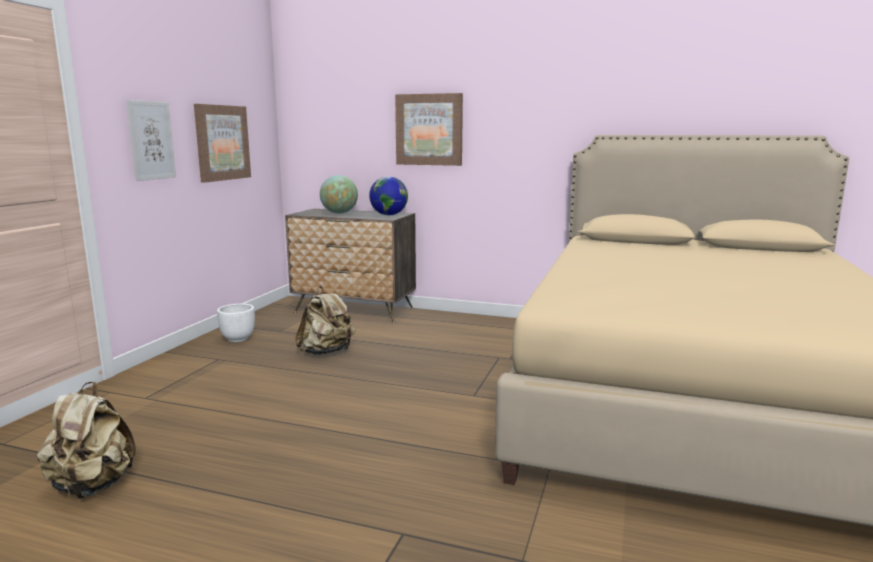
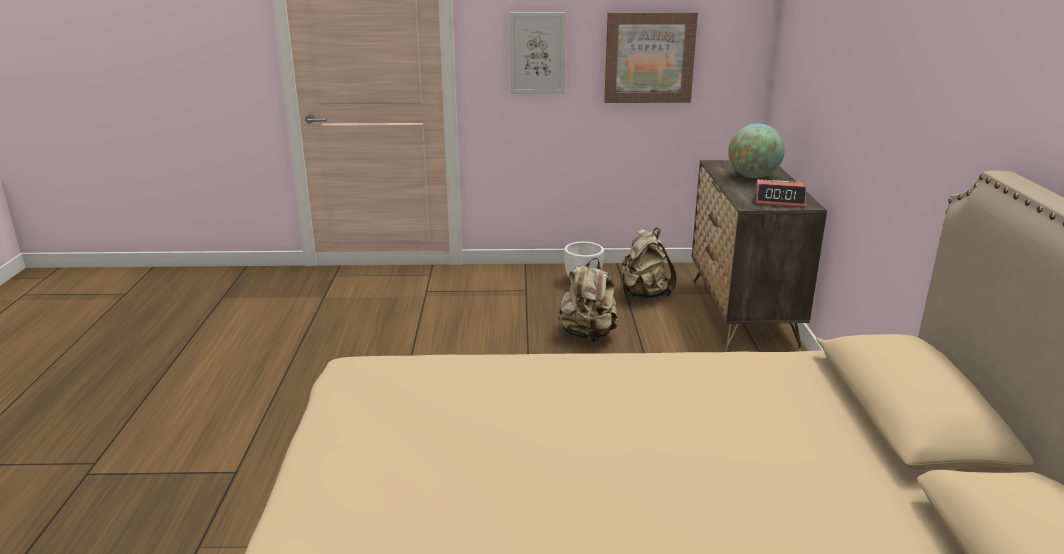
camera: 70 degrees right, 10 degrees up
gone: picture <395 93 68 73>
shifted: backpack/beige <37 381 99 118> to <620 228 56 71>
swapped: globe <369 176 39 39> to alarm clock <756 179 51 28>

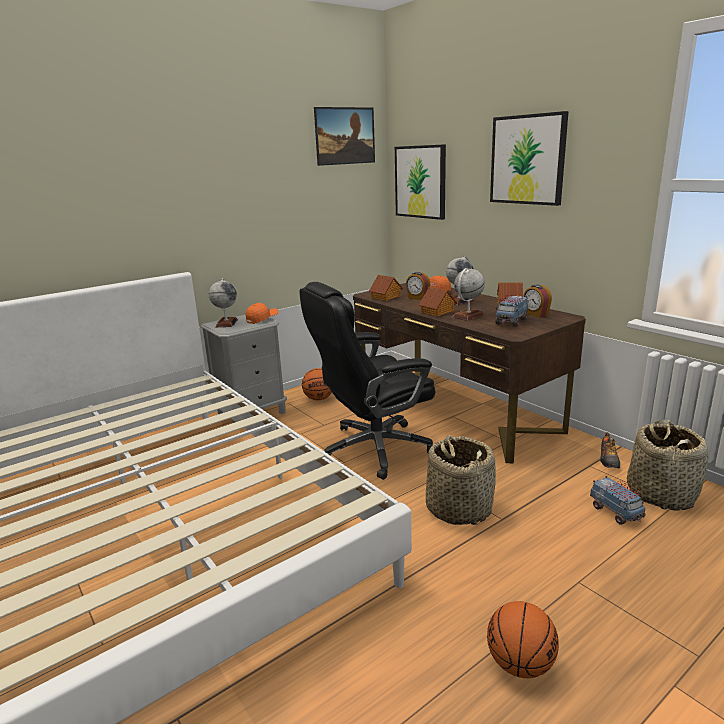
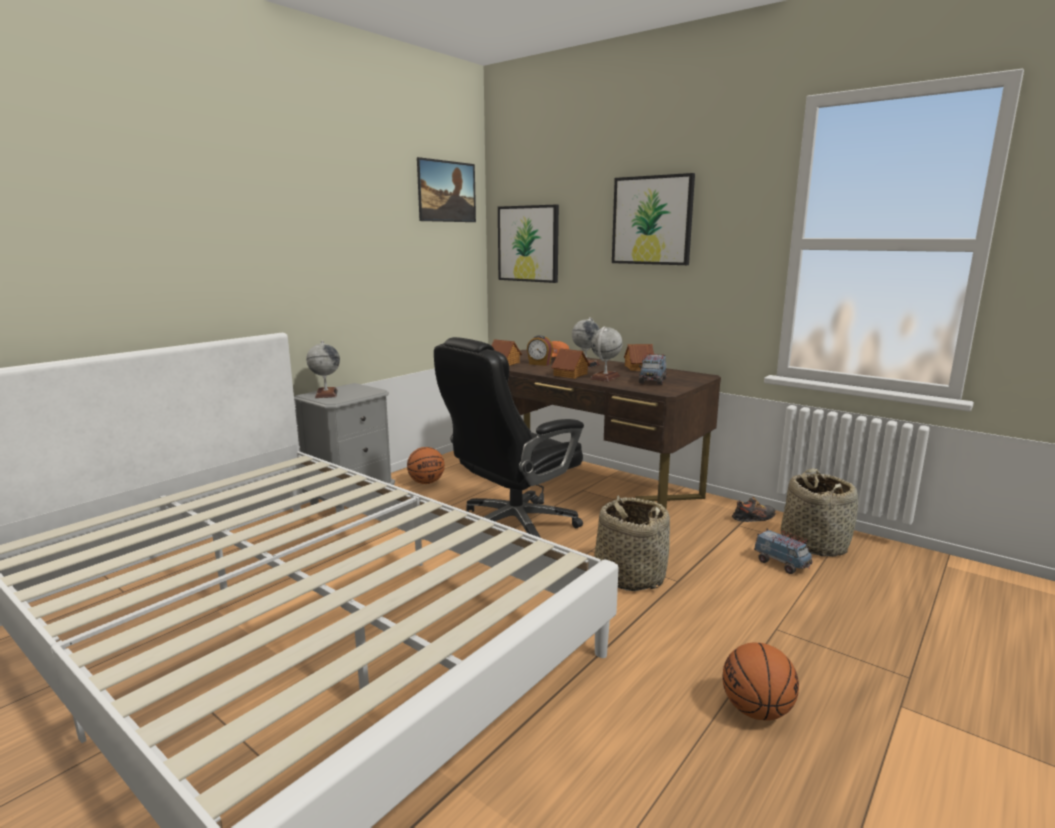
camera: 15 degrees left, 5 degrees down
gone: cap/orange <246 303 32 21>; alarm clock <523 285 29 33>
rotated: shoe <600 432 20 36> = <732 497 44 25> 105 degrees counterclockwise

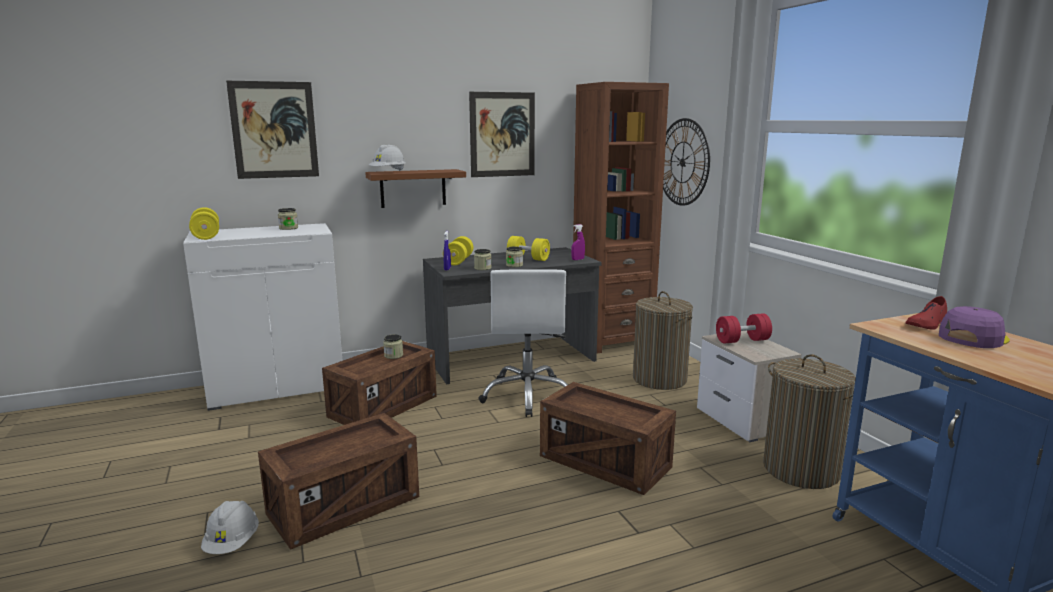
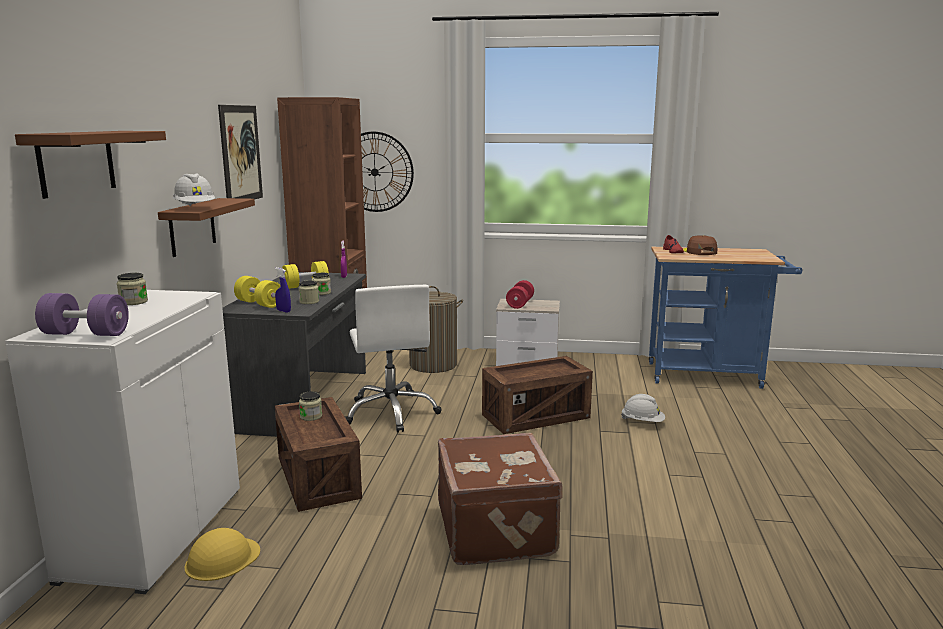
camera: 60 degrees left, 0 degrees up
gone: laundry basket <763 354 93 135>
new: hard hat/yellow <185 528 75 53>
shifted: hard hat/white <201 501 58 53> to <621 394 44 28>
swapped: picture <226 81 93 98> to shelf/brown <15 131 151 68>; crate <258 413 161 137> to suitcase/brown <438 433 125 132>
repainted: dumbbell/yellow <189 207 30 33> to dumbbell/purple <35 293 94 43>; cap/purple <939 306 71 42> to cap/brown <683 235 35 20>
rotated: office chair/white <478 269 90 148> = <345 285 97 148> 45 degrees clockwise

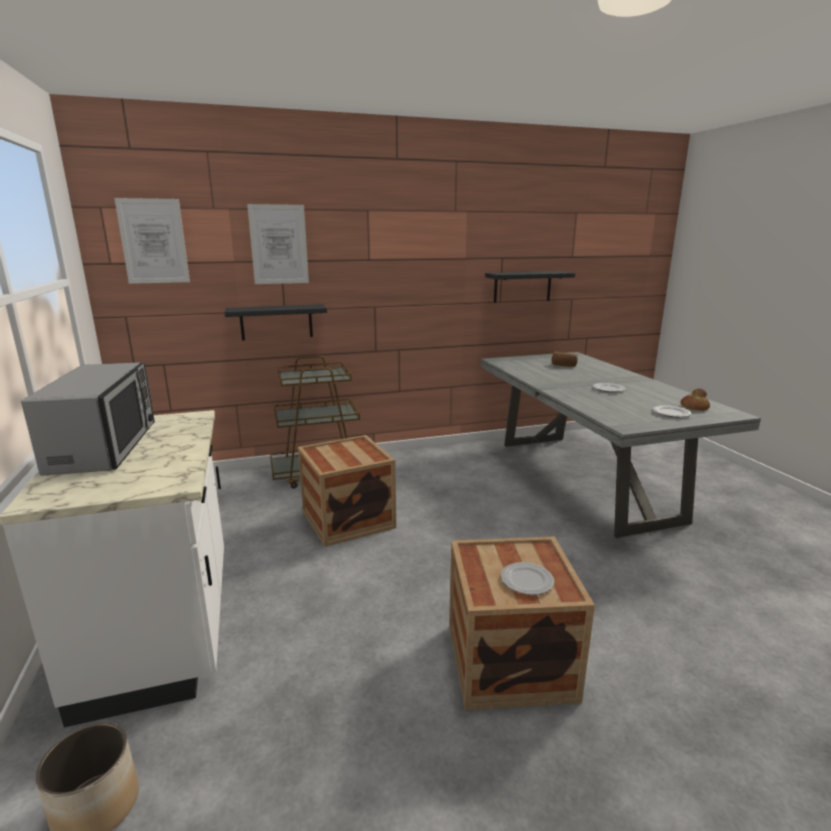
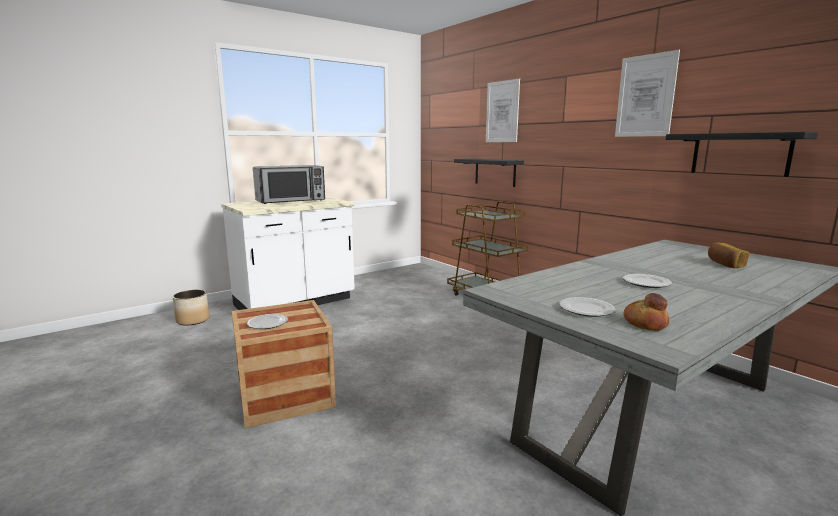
camera: 70 degrees right, 5 degrees down
gone: crate <298 435 98 112>
shifted: picture <114 198 76 86> to <615 50 65 87>

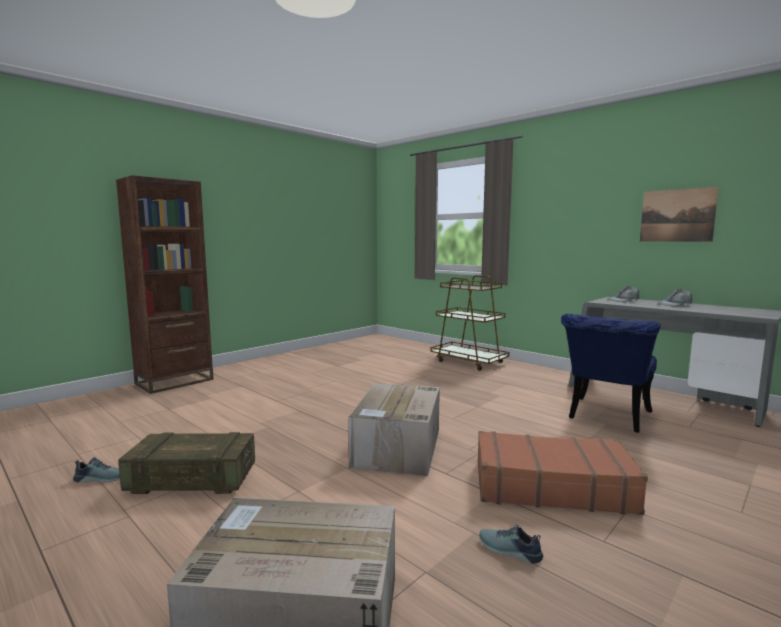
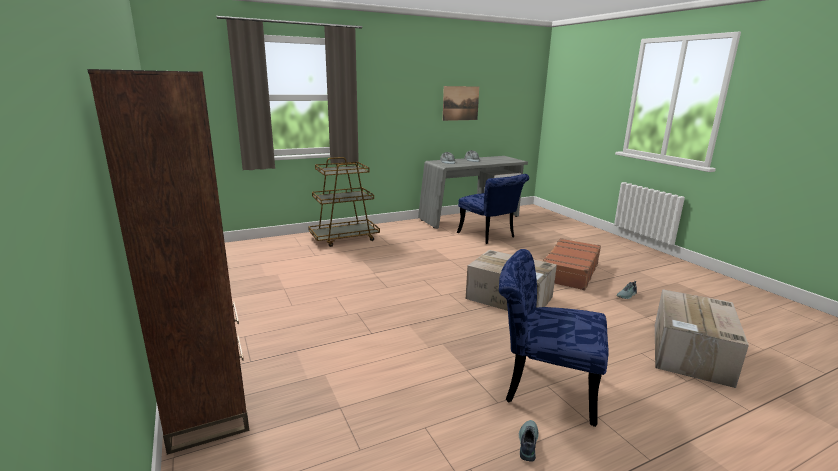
camera: 70 degrees left, 10 degrees up
swapped: crate <118 432 137 62> to chair/blue <499 249 109 178>

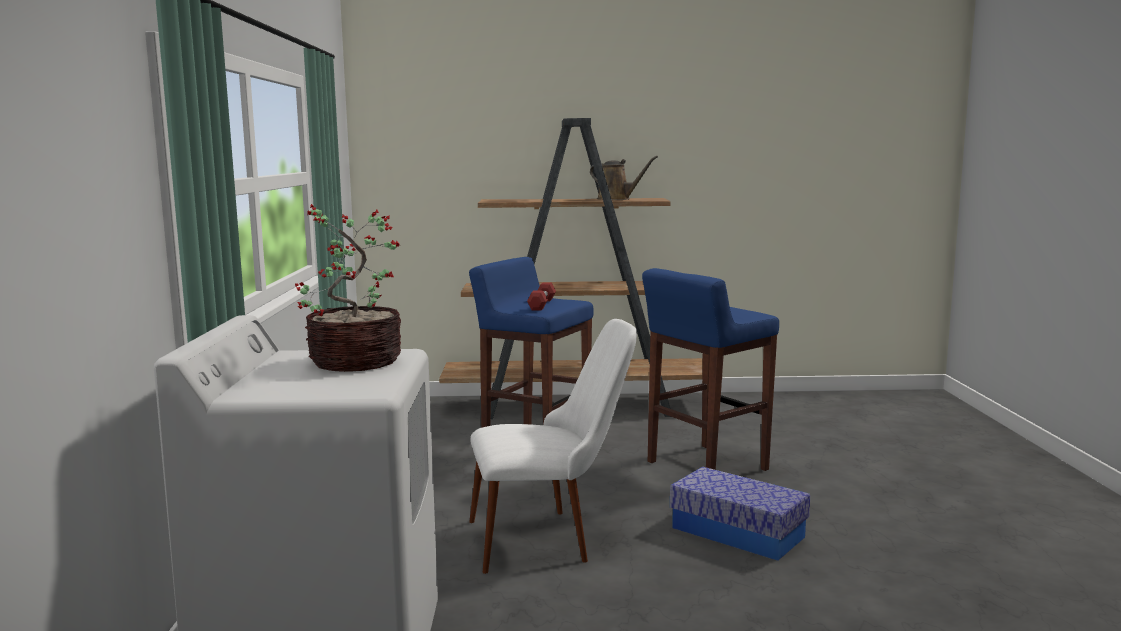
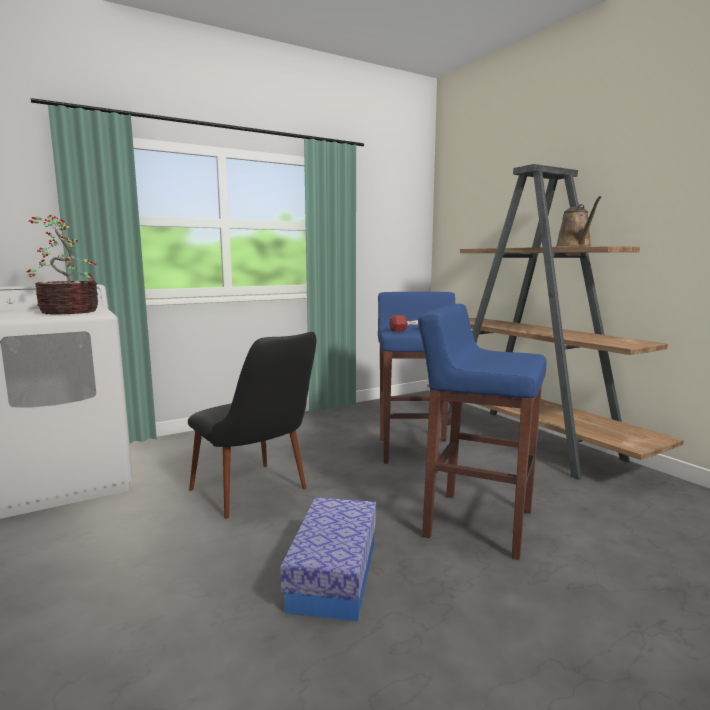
camera: 60 degrees right, 0 degrees up
repainted: chair/white <469 319 168 255> to chair/black <188 332 128 187>

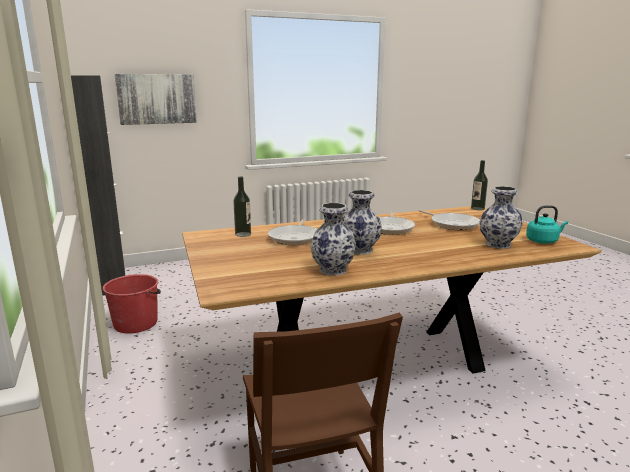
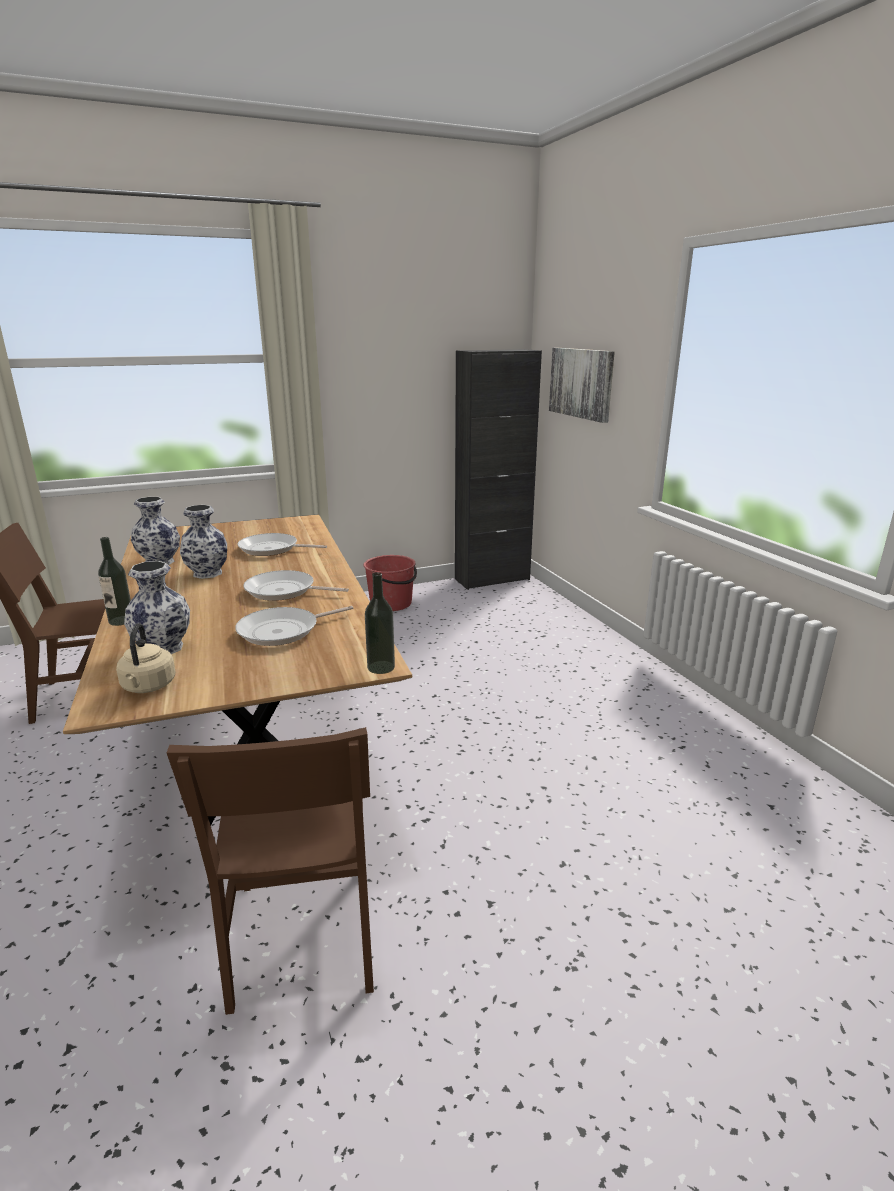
camera: 90 degrees right, 5 degrees up
new: chair/brown <167 727 207 288>
shifted: bottle <233 177 18 60> to <98 537 33 89>
repainted: kettle/turquoise <526 205 42 39> to kettle/beige <116 623 59 70>

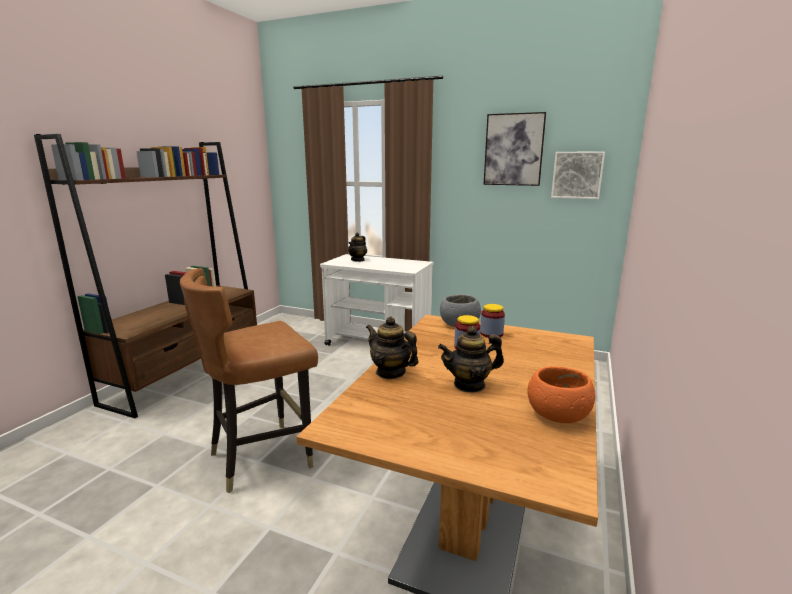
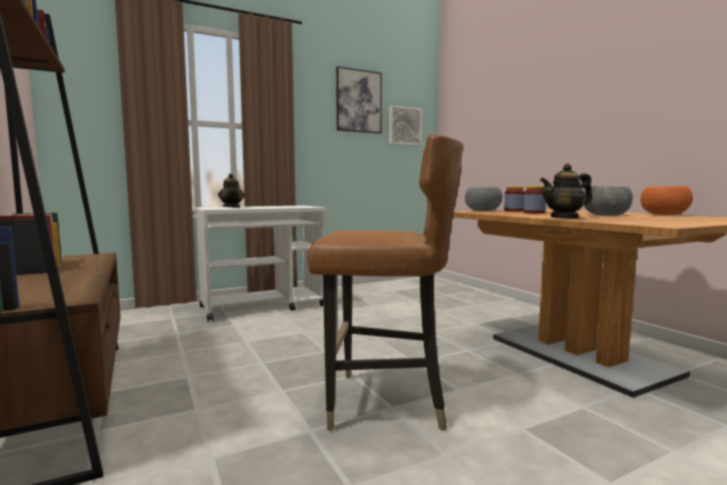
camera: 50 degrees left, 10 degrees down
swapped: teapot <438 326 66 67> to bowl/grey <584 186 49 30>
rotated: chair/brown <180 268 138 225> = <308 134 155 297> 90 degrees counterclockwise

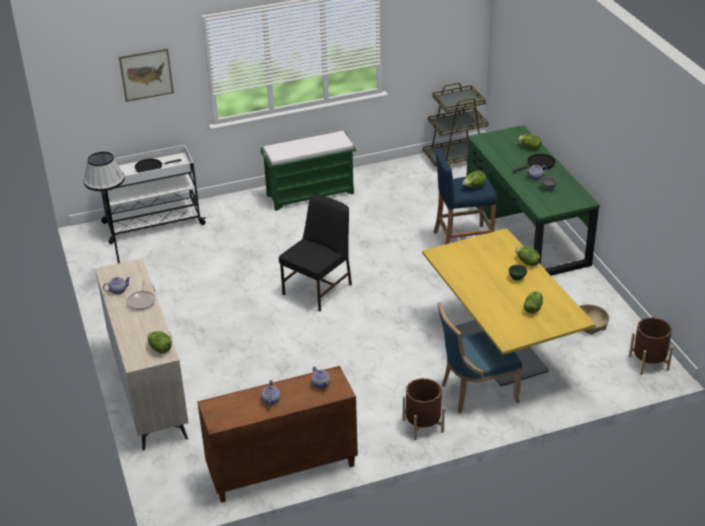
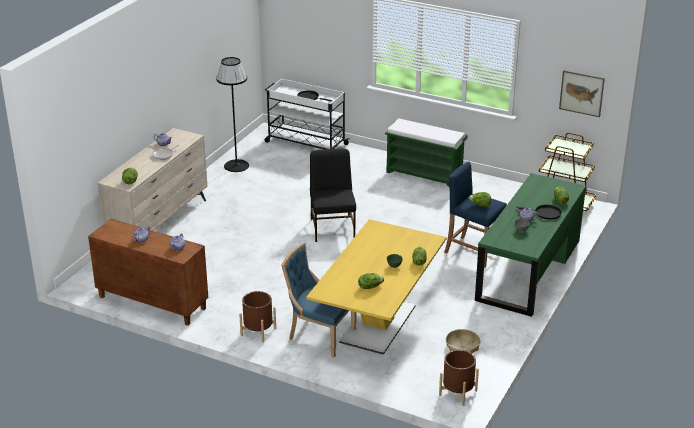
camera: 45 degrees right, 5 degrees down
shifted: picture <119 49 55 53> to <559 70 46 47>
rotated: chair/black <279 194 73 117> = <310 148 46 94> 90 degrees counterclockwise

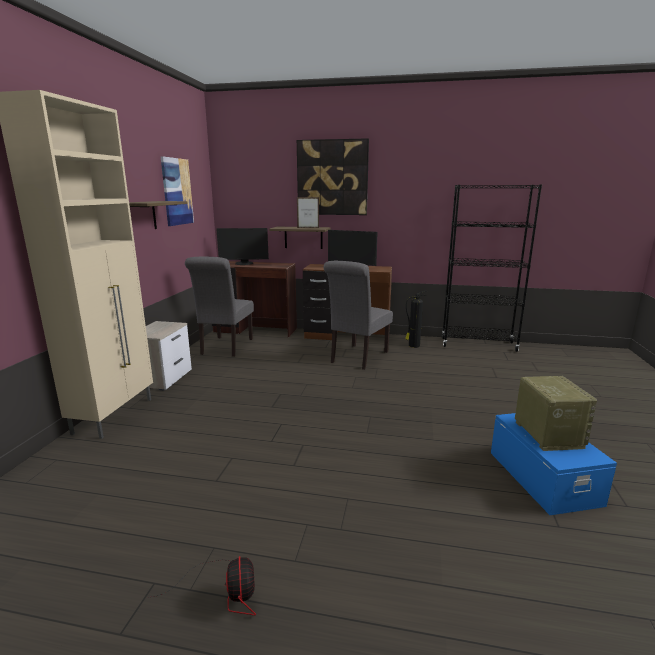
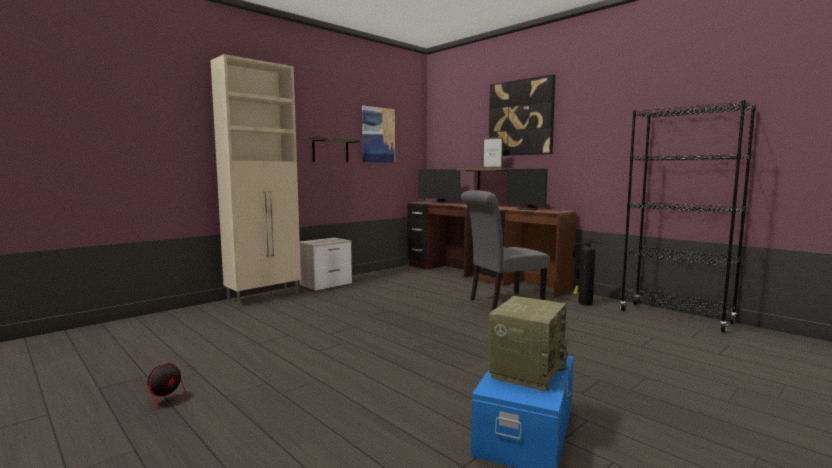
camera: 35 degrees right, 10 degrees down
gone: chair/grey <185 257 69 100>

